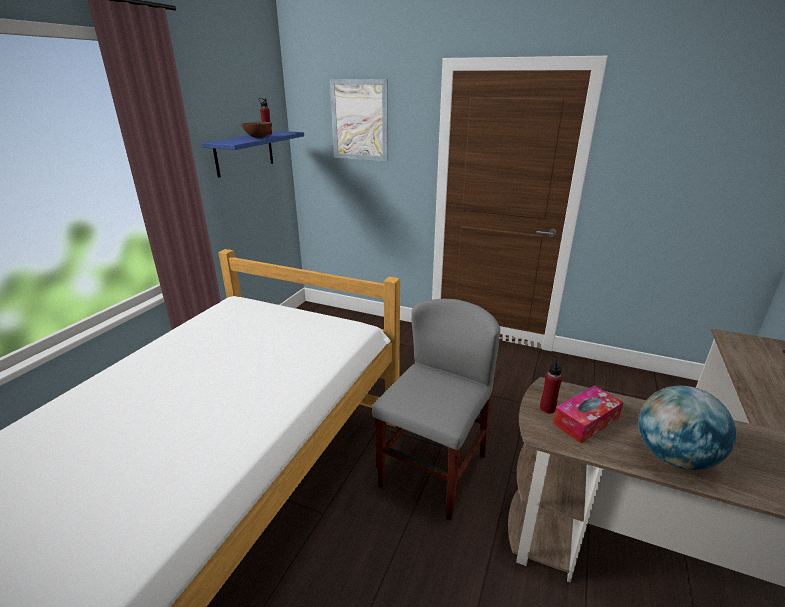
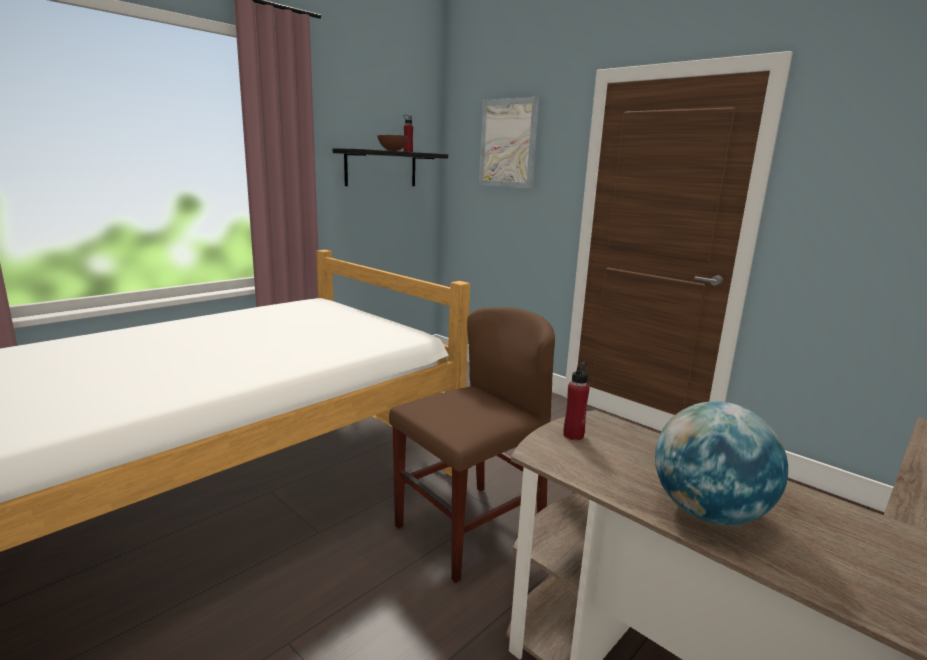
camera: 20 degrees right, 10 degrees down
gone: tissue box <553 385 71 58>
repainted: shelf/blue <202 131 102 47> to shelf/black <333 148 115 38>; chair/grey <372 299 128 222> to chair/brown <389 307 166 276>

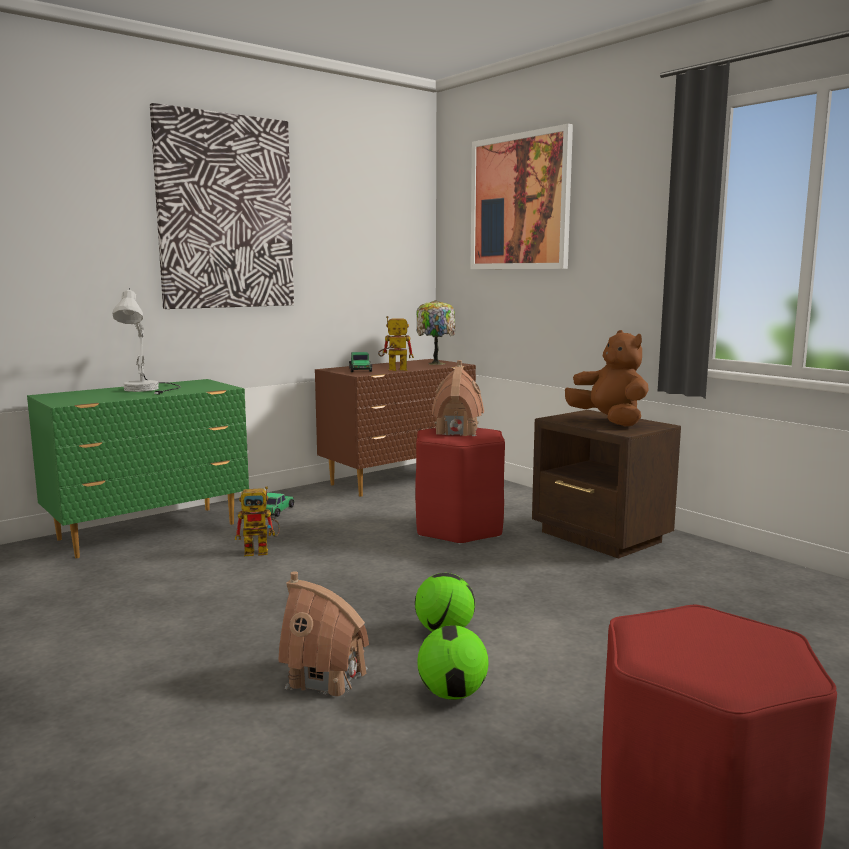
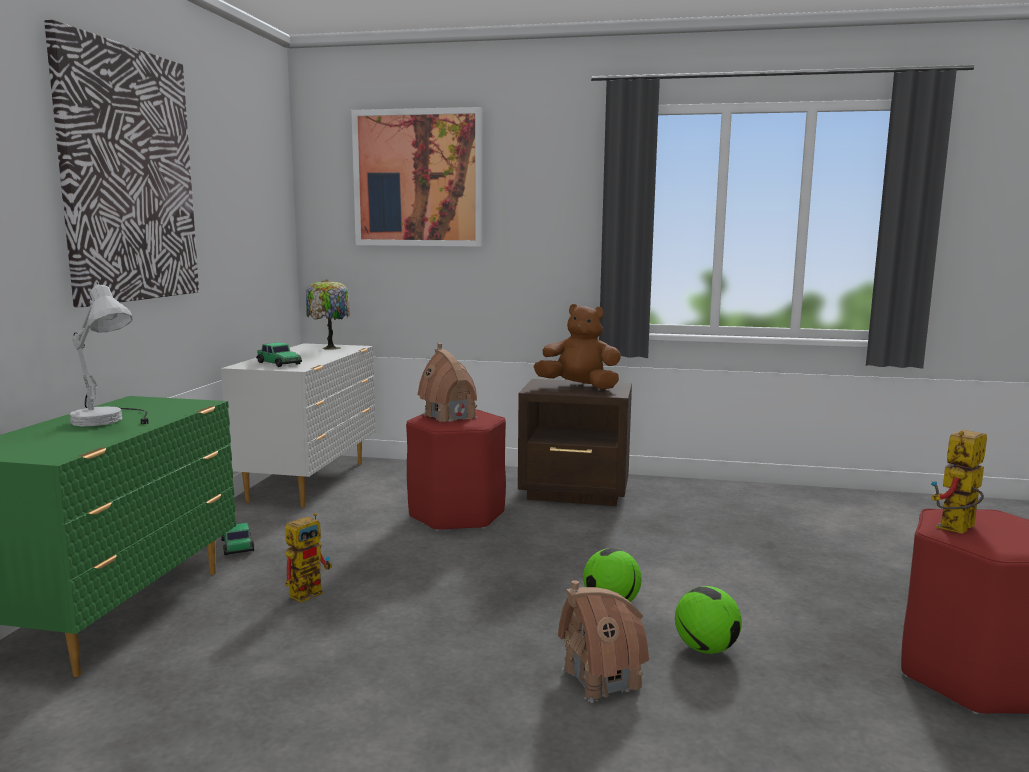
camera: 40 degrees left, 0 degrees up
shifted: toy robot <378 316 36 55> to <931 430 56 103>
repainted: dresser/brown <315 359 161 138> to dresser/white <221 343 154 165>

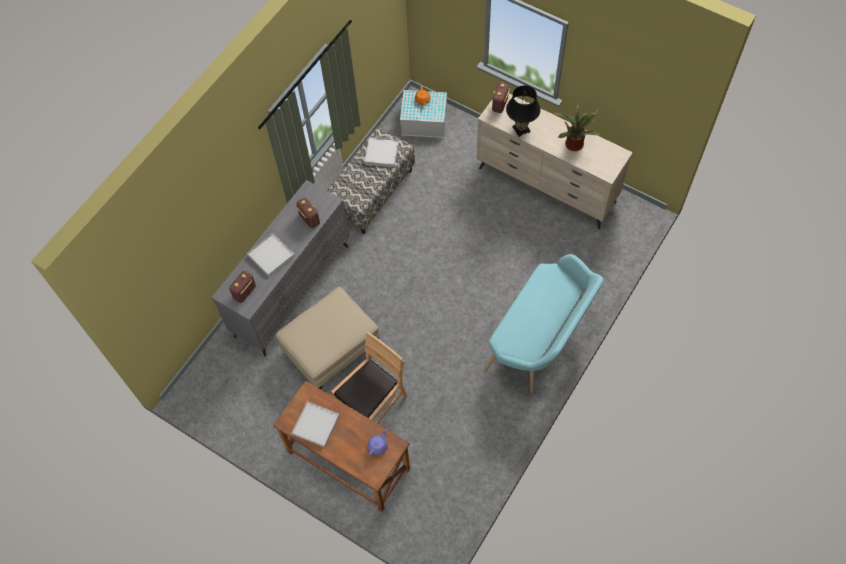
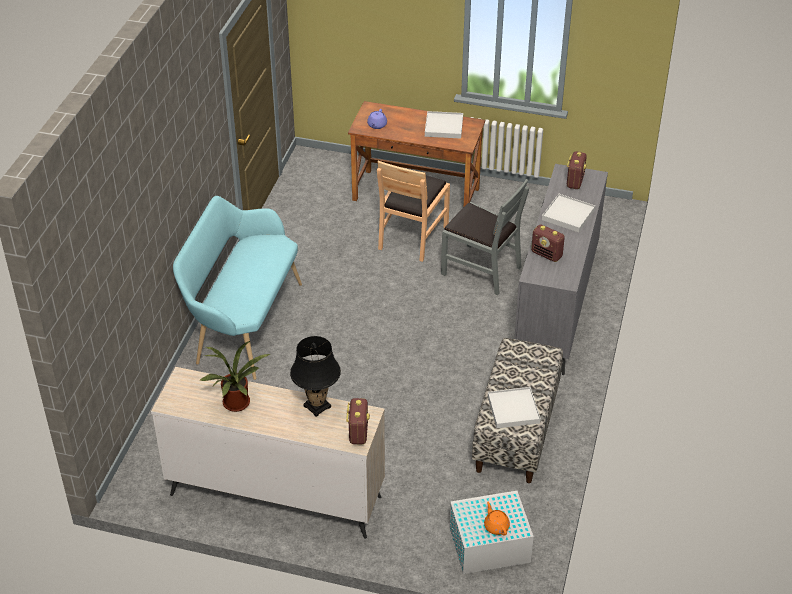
camera: 160 degrees right, 20 degrees down
swapped: ottoman/beige <276 287 104 102> to chair/grey <441 179 88 116>

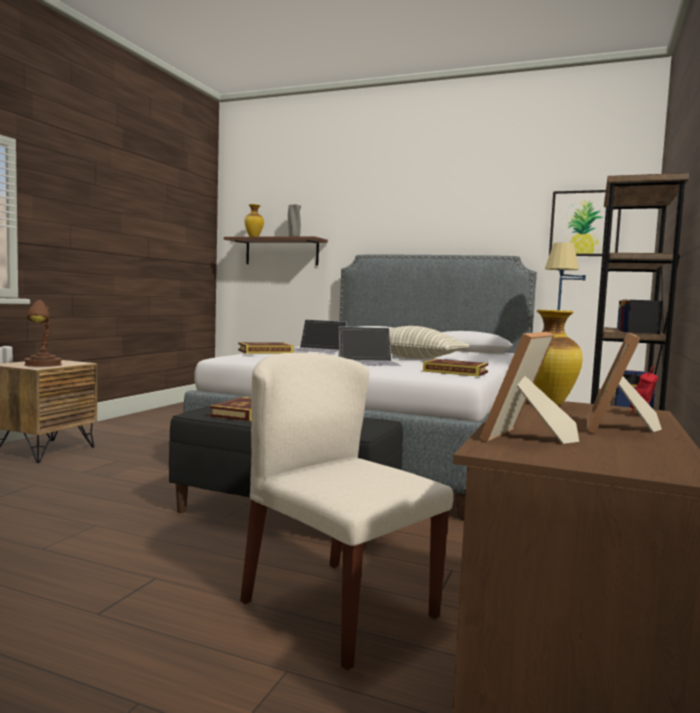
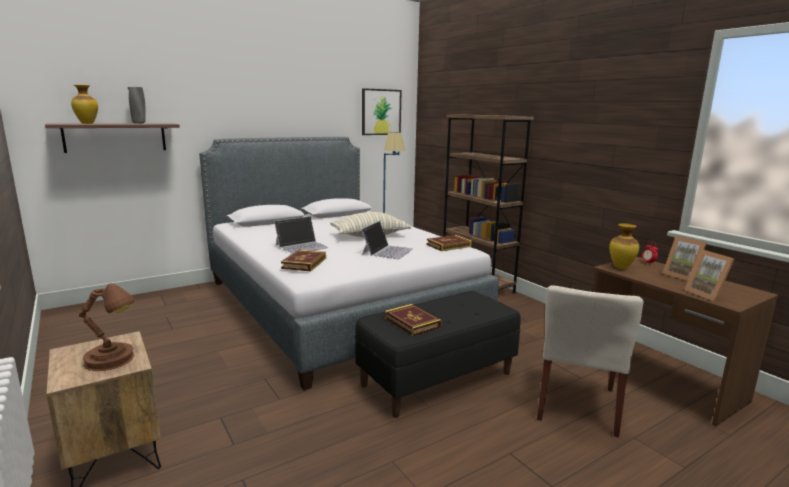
camera: 55 degrees left, 10 degrees up
rotated: chair/beige <240 353 213 318> = <537 285 107 153> 60 degrees counterclockwise

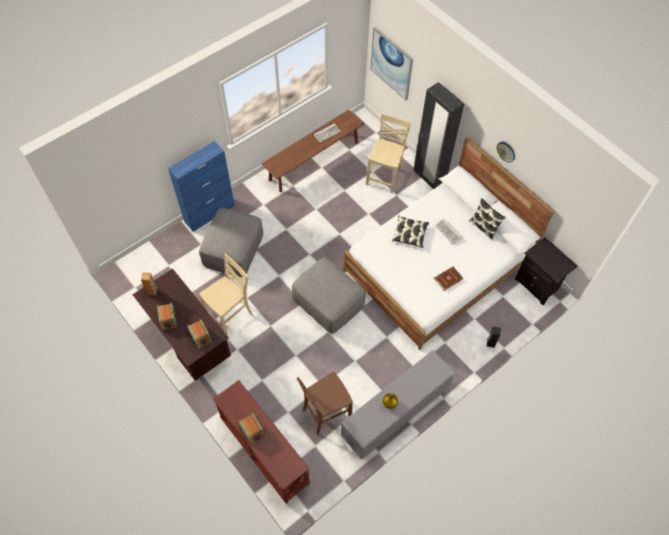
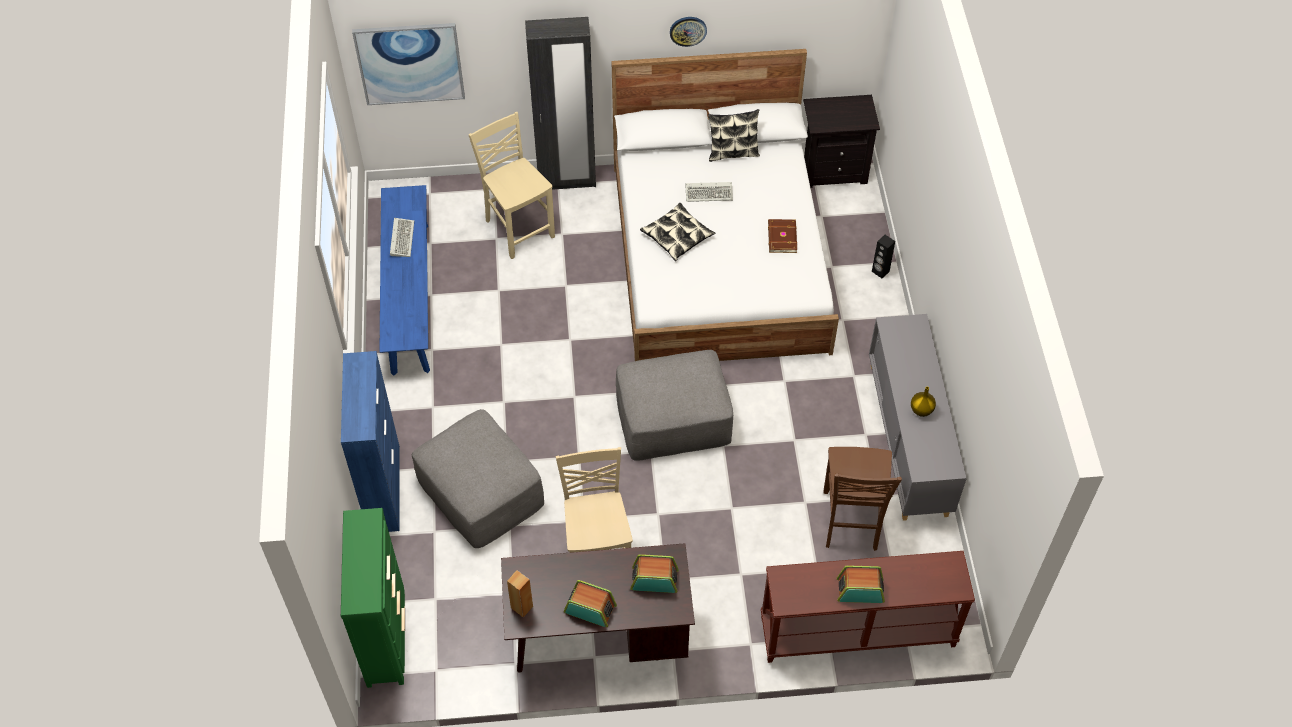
camera: 55 degrees left, 5 degrees down
new: dresser/green <341 508 64 180>
repainted: bench/brown <261 110 103 82> to bench/blue <379 185 51 191>

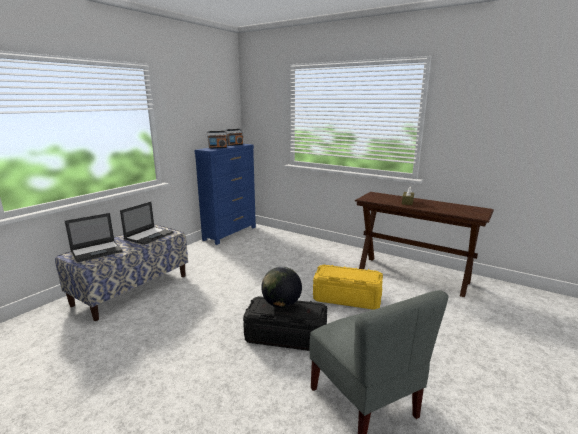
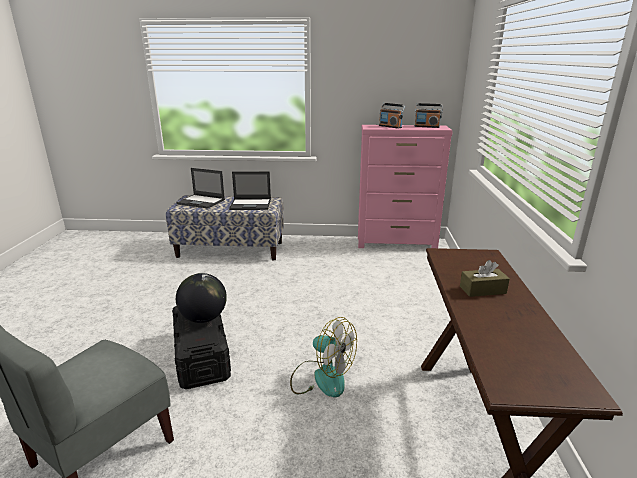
camera: 60 degrees right, 5 degrees up
swapped: storage box/yellow <313 265 70 45> to fan <290 317 67 80>
repainted: dresser/blue <194 144 62 101> to dresser/pink <358 125 95 123>

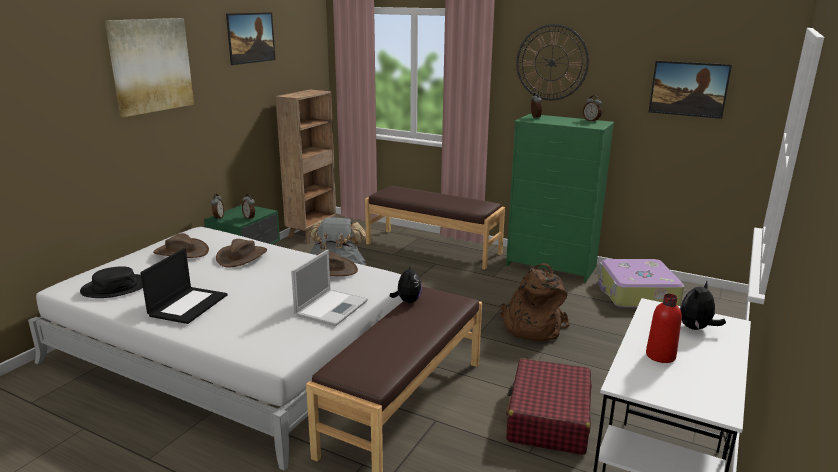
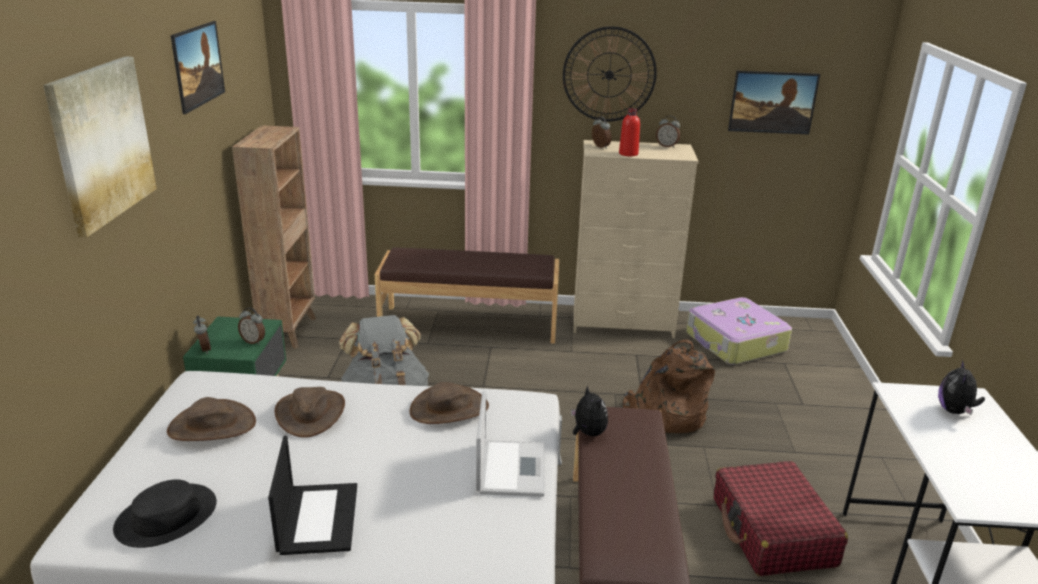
camera: 25 degrees left, 5 degrees up
shifted: bottle/red <646 294 36 69> to <619 108 21 48>
repainted: dresser/green <506 114 109 168> to dresser/beige <574 140 125 198>

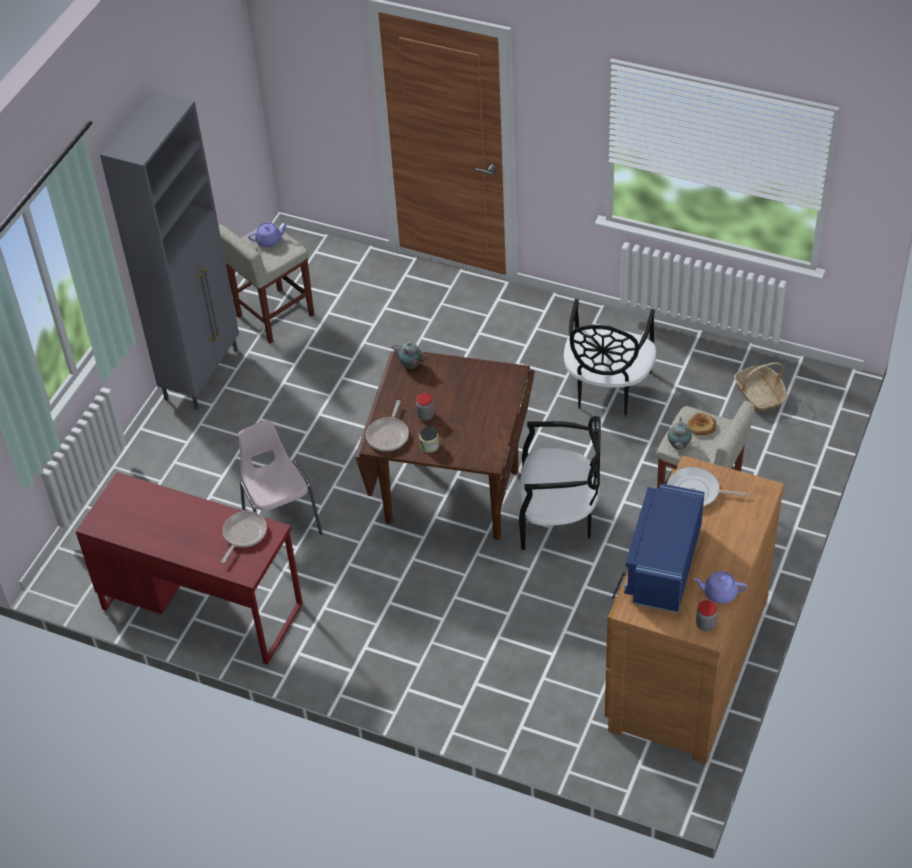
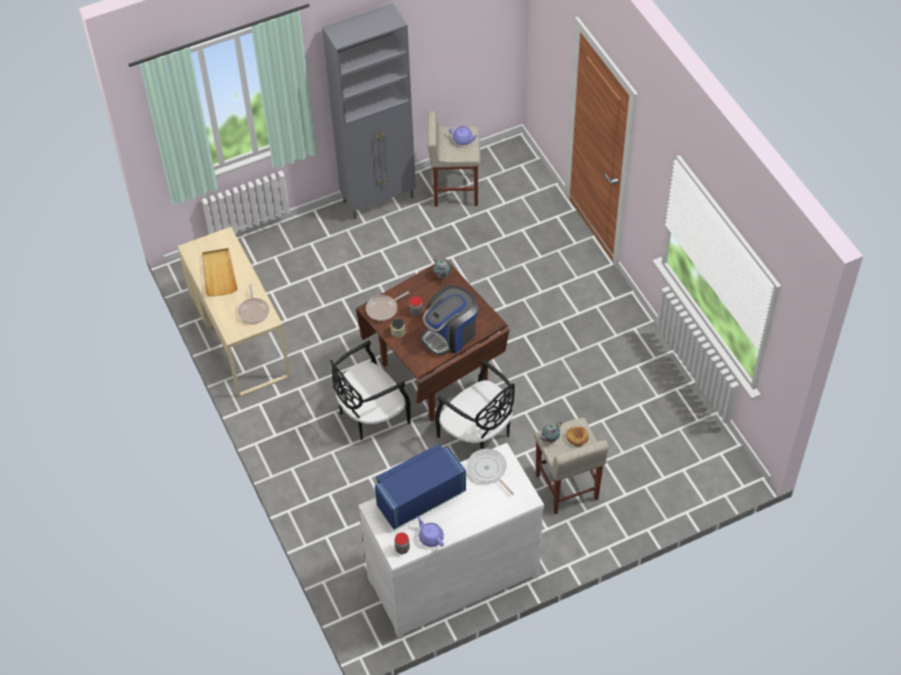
camera: 40 degrees right, 5 degrees up
gone: chair/pink <238 420 85 115>; basket <734 362 53 51>
new: tray/beige <202 248 35 48>; coffee machine <421 285 57 71>
shifted: chair/black <564 299 92 116> to <330 340 81 100>
repainted: desk/red <76 472 227 193> to desk/beige <178 227 113 171>; dresser/brown <605 456 180 308> to dresser/white <358 443 186 196>
rotated: frying pan <221 511 46 52> = <238 284 31 40> 105 degrees clockwise

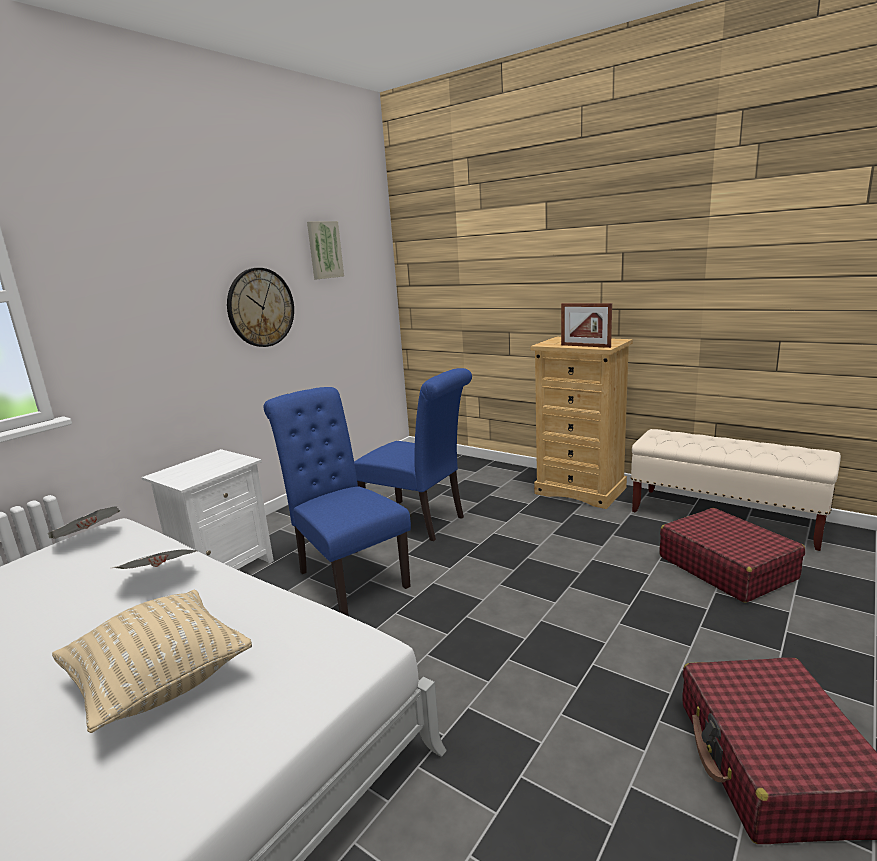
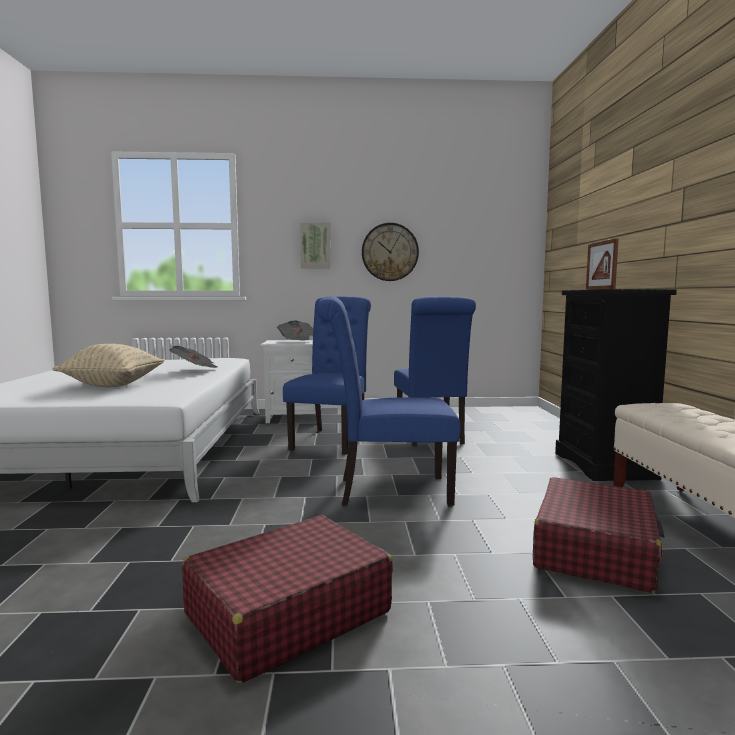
camera: 50 degrees right, 10 degrees down
new: chair/blue <317 296 143 210>
shifted: newspaper <48 507 72 32> to <277 321 36 20>; picture <307 221 37 58> to <300 223 31 45>
repainted: dresser/beige <531 337 102 172> to dresser/black <555 289 122 192>

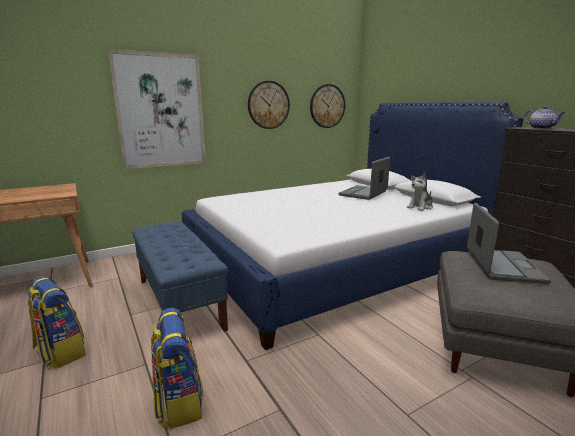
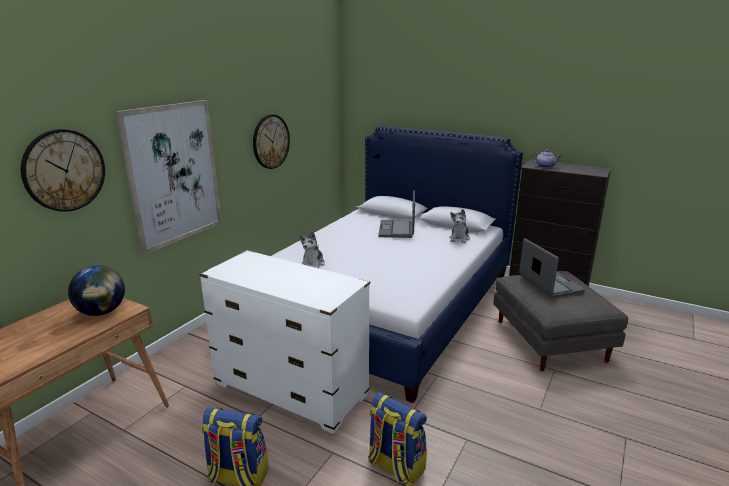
camera: 30 degrees left, 5 degrees up
new: globe <68 266 57 50>; plush toy <299 232 26 36>
shifted: wall clock <310 84 35 44> to <21 129 84 83>
swapped: bench/blue <132 222 96 110> to dresser/white <199 250 171 184>

